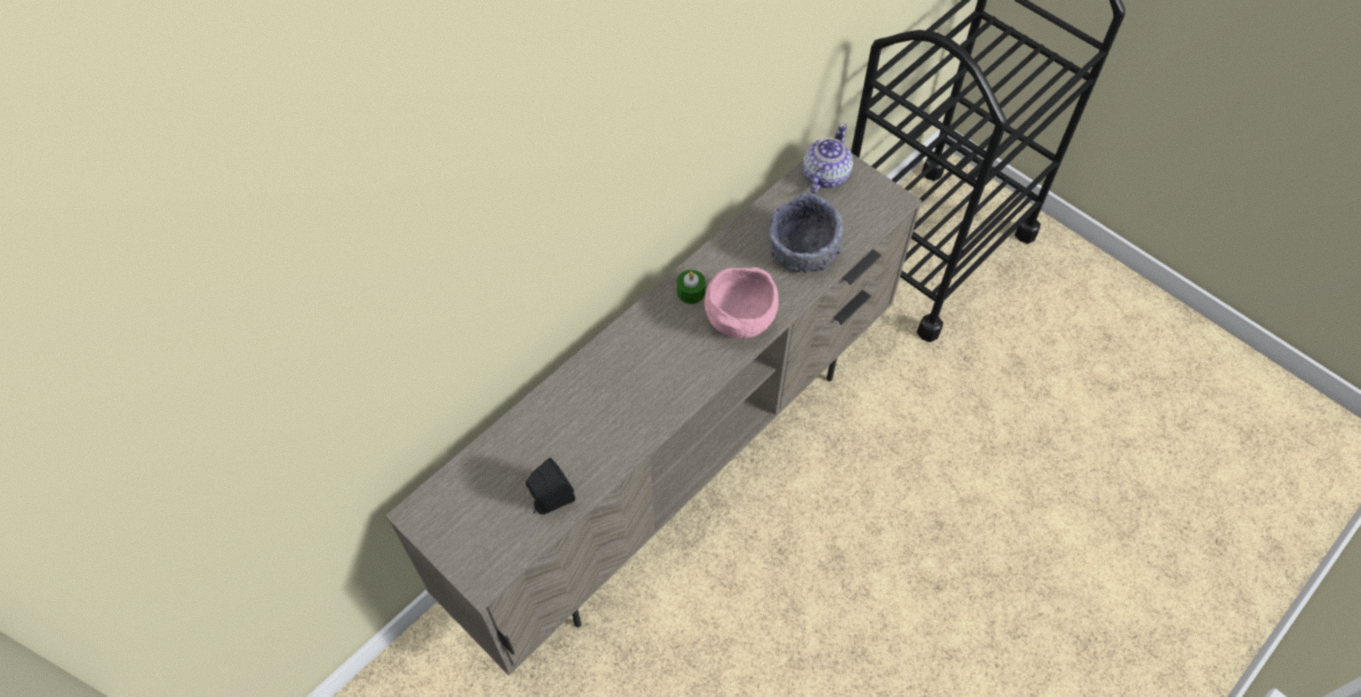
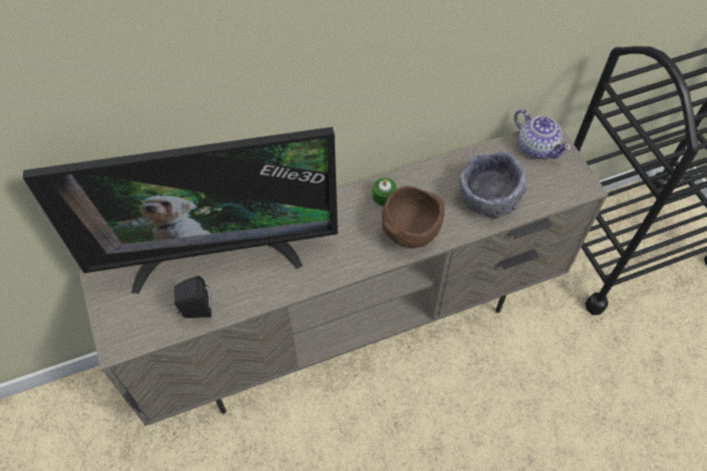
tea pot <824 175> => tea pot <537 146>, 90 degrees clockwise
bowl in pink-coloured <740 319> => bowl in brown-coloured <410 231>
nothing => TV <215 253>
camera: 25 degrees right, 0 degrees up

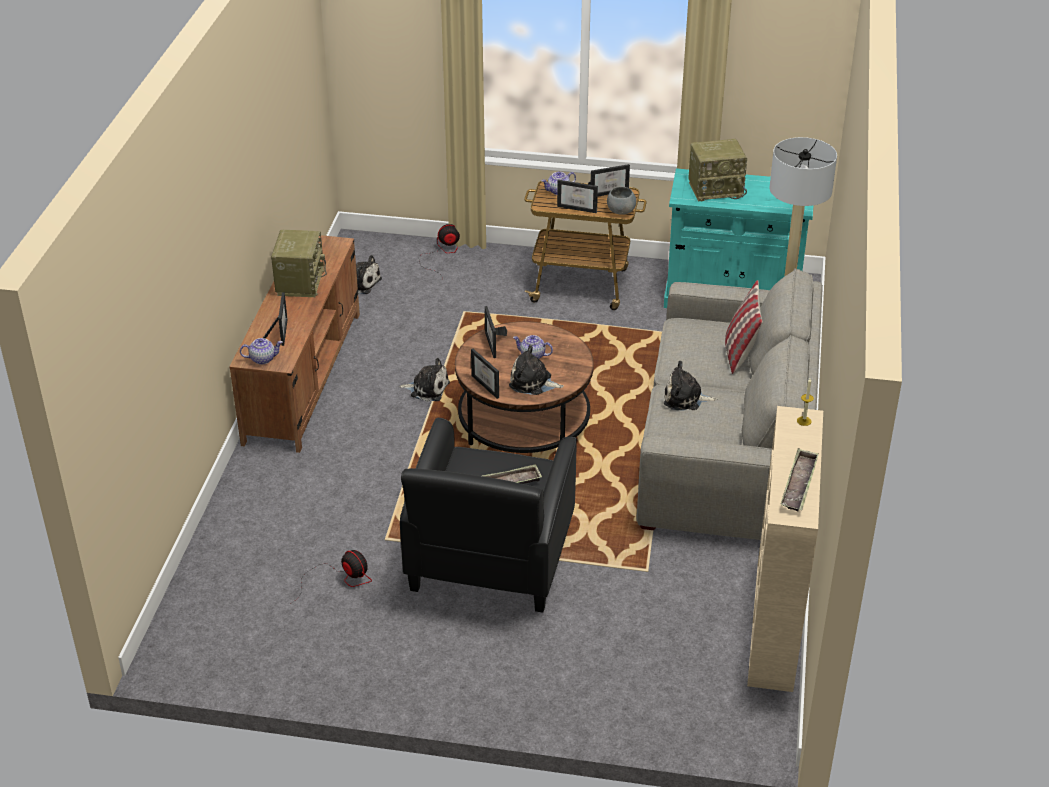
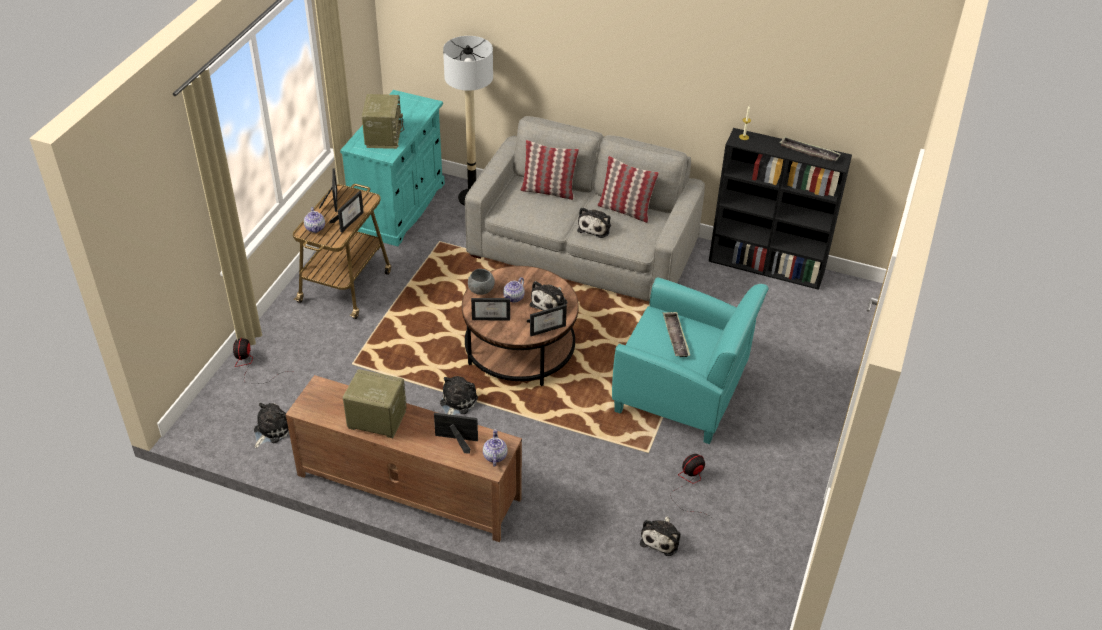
bowl in gray <620 211> => bowl in gray <481 290>, relocated
shelving unit in beige <774 627> => shelving unit in blackish <767 266>
easy chair in blackish <490 559> => easy chair in turquoise-coloured <681 393>
nothing => cushion <625 210>
nothing => plush toy <661 538>
camera: 80 degrees left, 5 degrees up

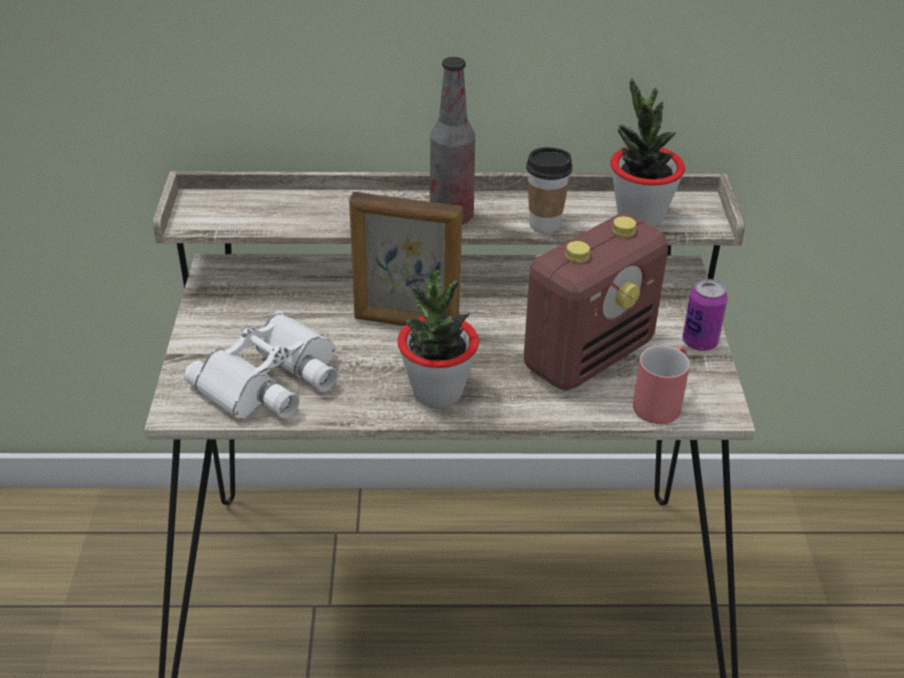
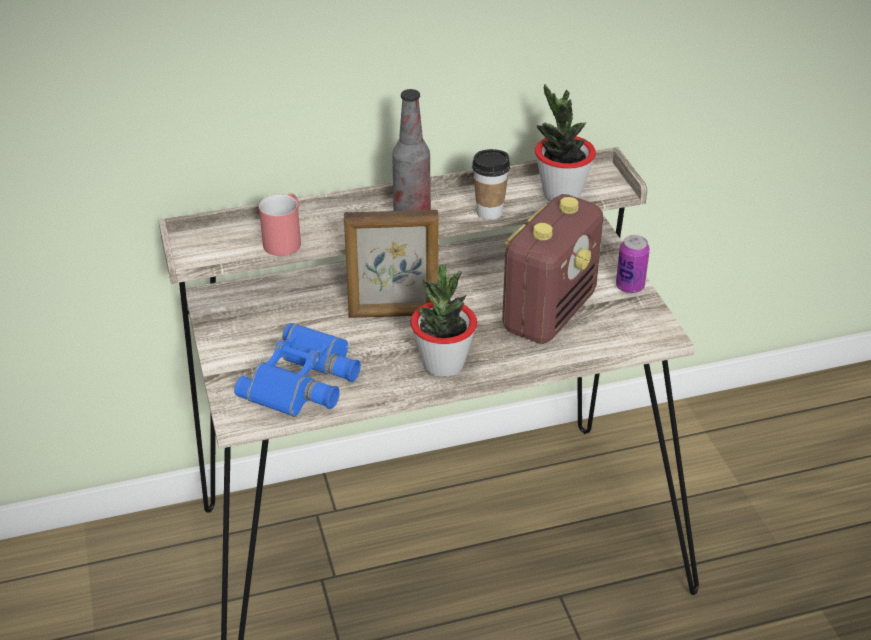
pair of binoculars in whitish <272 380> => pair of binoculars in bluish <305 380>
coffee mug in red <662 400> => coffee mug in red <286 239>, relocated
camera: 15 degrees left, 0 degrees up

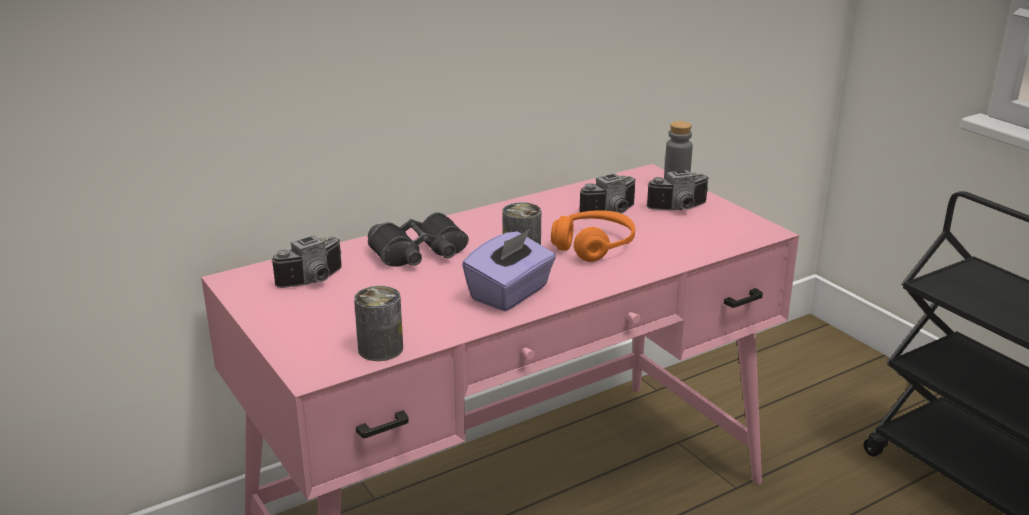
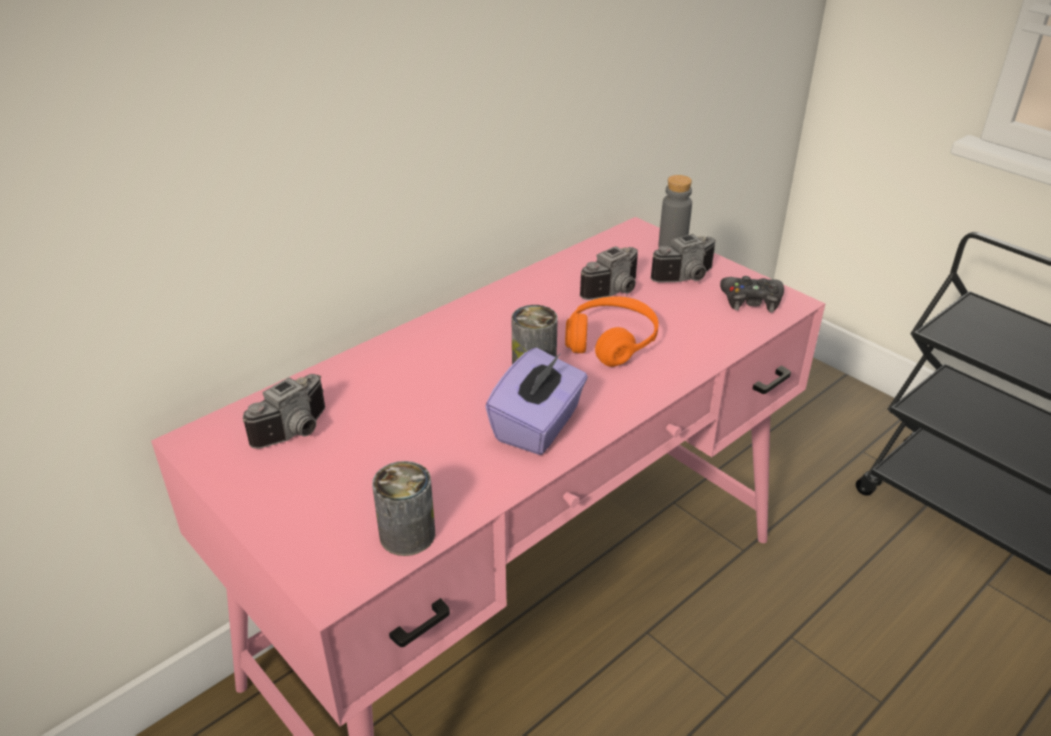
pair of binoculars in blackish <419 253> => nothing
nothing => gamepad in blackish <751 301>
camera: 10 degrees left, 10 degrees up

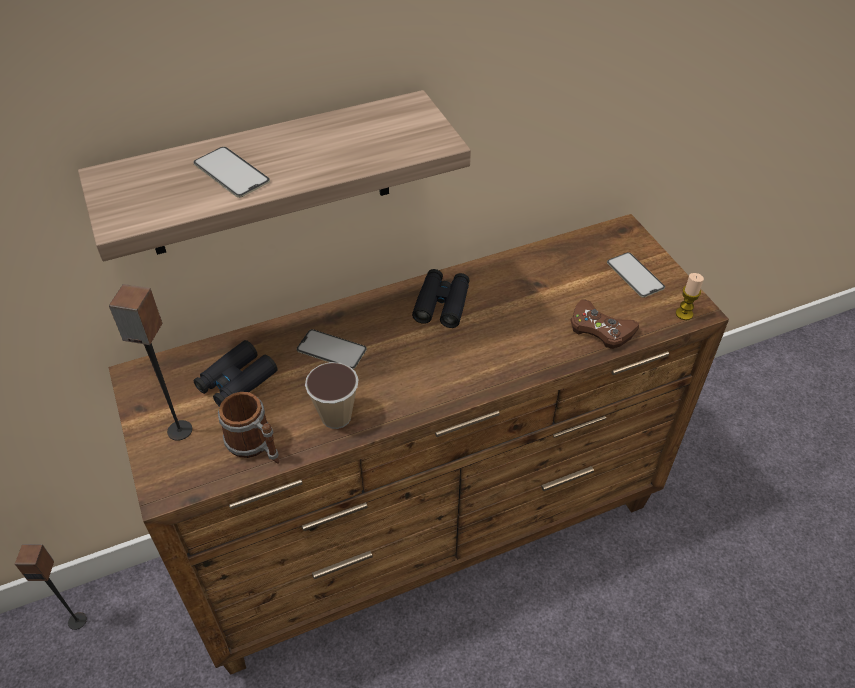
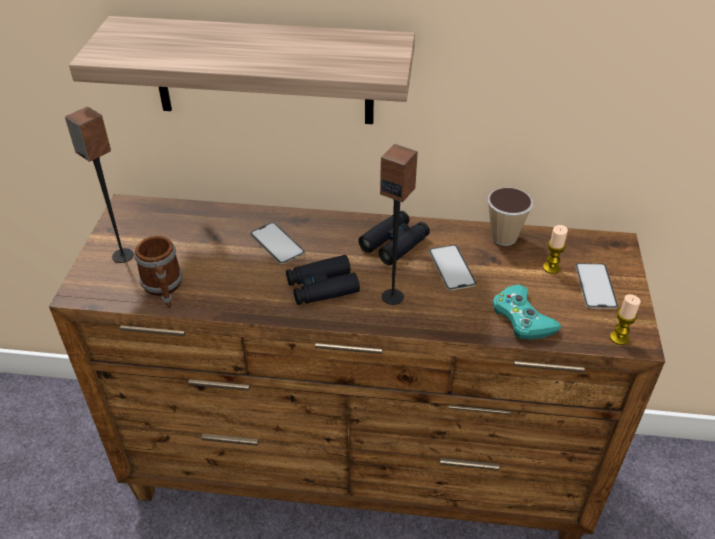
handset <231 172> => handset <452 267>, relocated
gamepad in brown-coloured <600 329> => gamepad in turquoise-coloured <522 318>
pair of binoculars in blackish <236 381> => pair of binoculars in blackish <322 287>, relocated
cup <336 417> => cup <504 237>, relocated
loudspeaker <77 620> => loudspeaker <393 296>, relocated
nothing => wax light <551 268>
camera: 30 degrees right, 5 degrees down

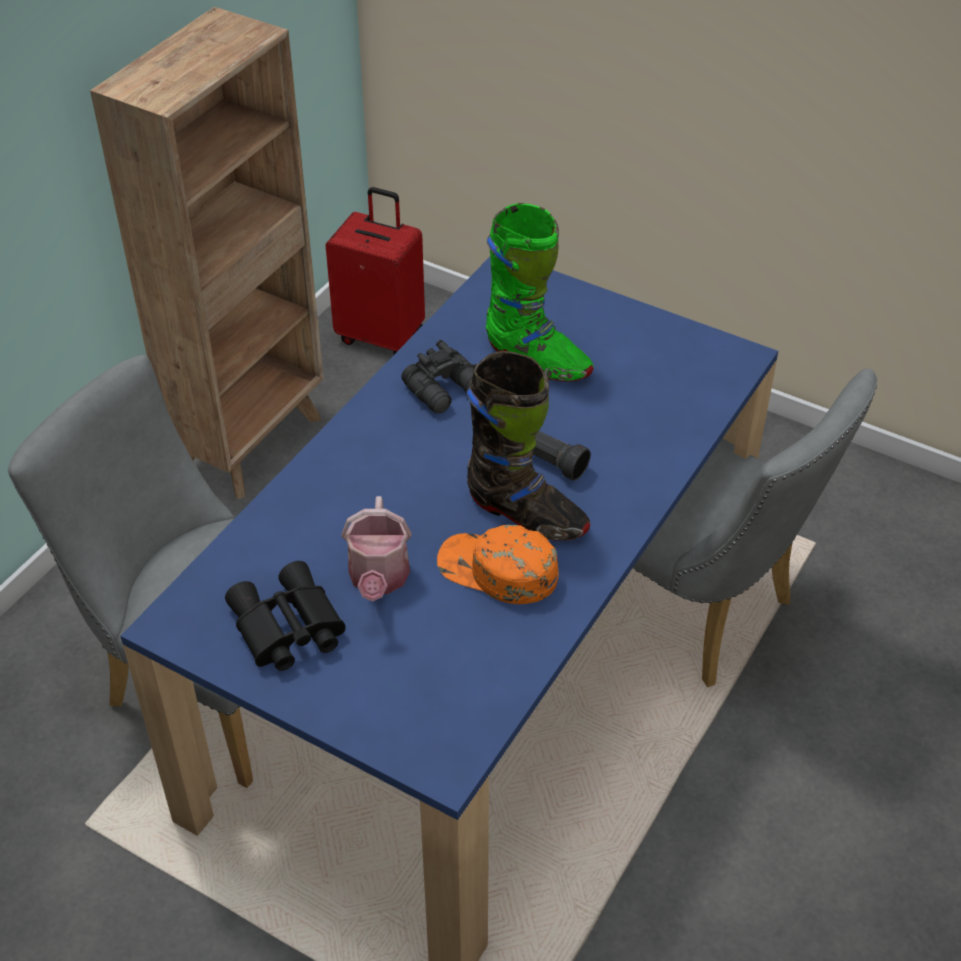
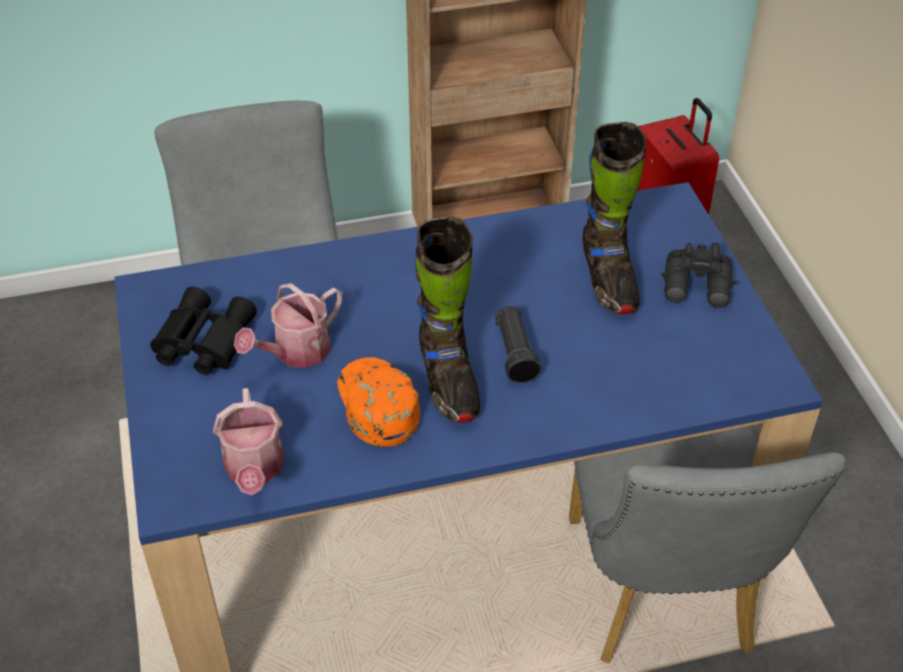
high-top boot in green <537 360> => high-top boot in blackish <608 280>
pair of binoculars in blackish <446 389> => pair of binoculars in blackish <698 288>, relocated
nothing => watering can <254 470>
camera: 45 degrees right, 0 degrees up

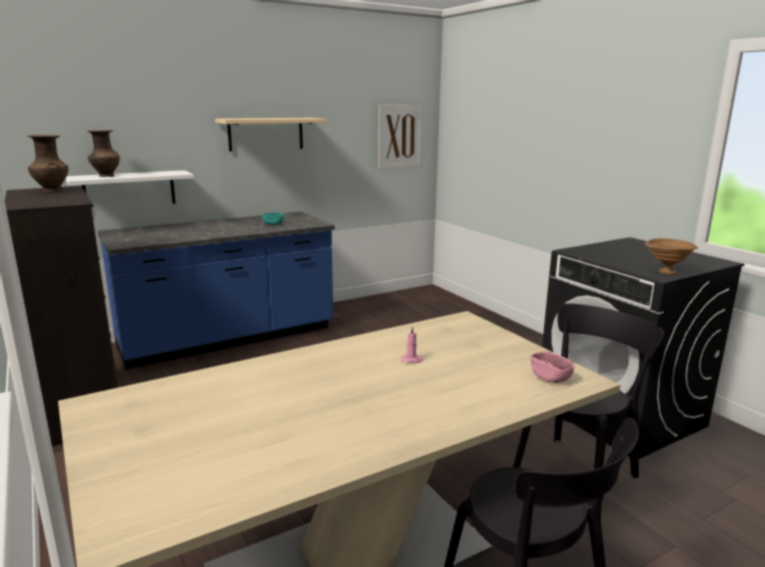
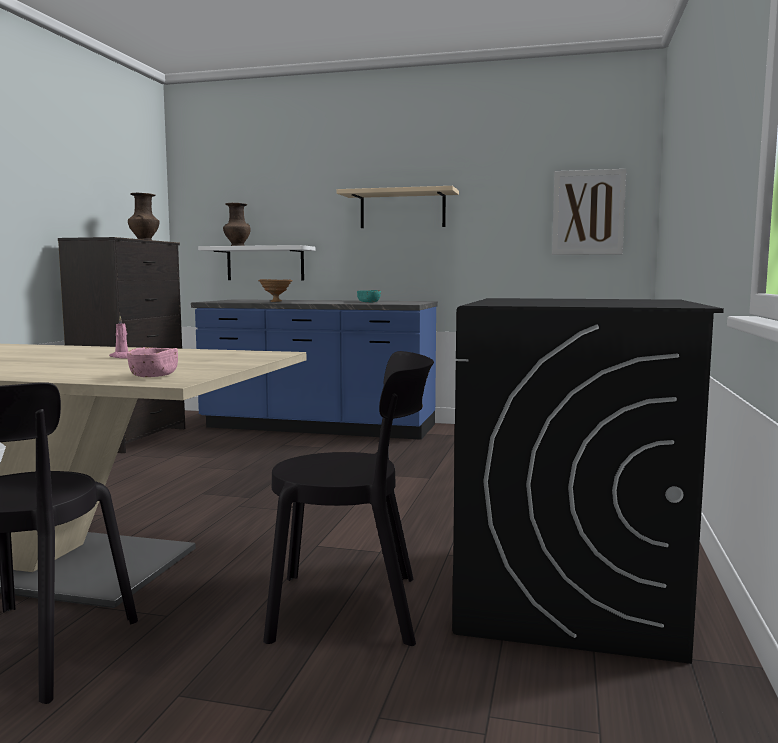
bowl in brown-coloured <666 272> => bowl in brown-coloured <275 301>, relocated
camera: 45 degrees right, 10 degrees down

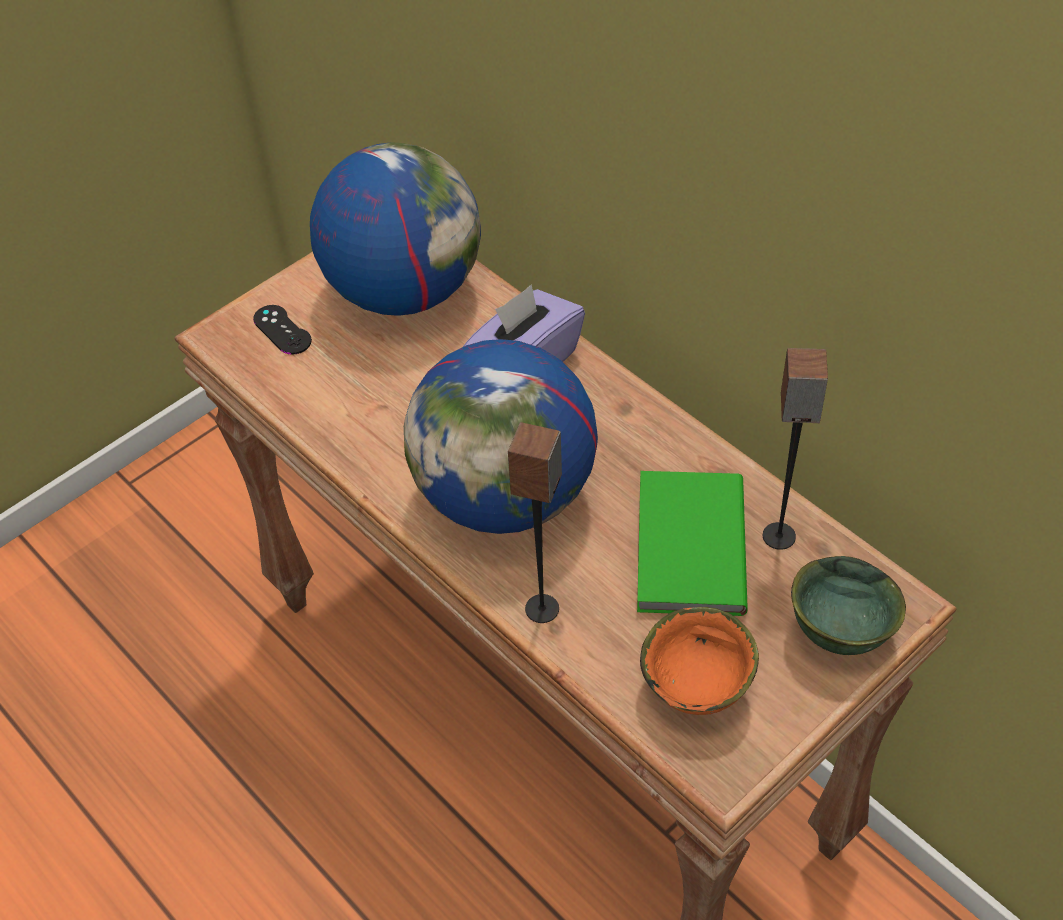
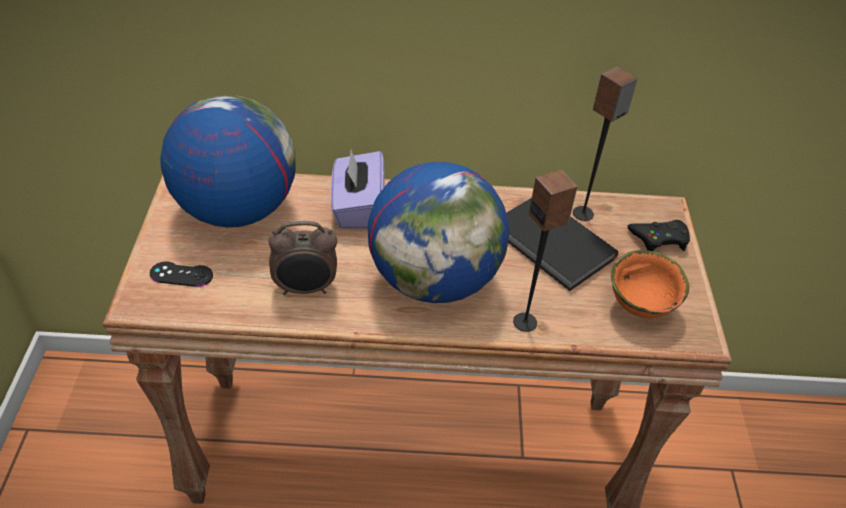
book in green <686 548> => book in blackish <552 246>
bowl in green <837 632> => gamepad in blackish <659 239>
nothing => bedside clock <305 289>
camera: 50 degrees left, 5 degrees down

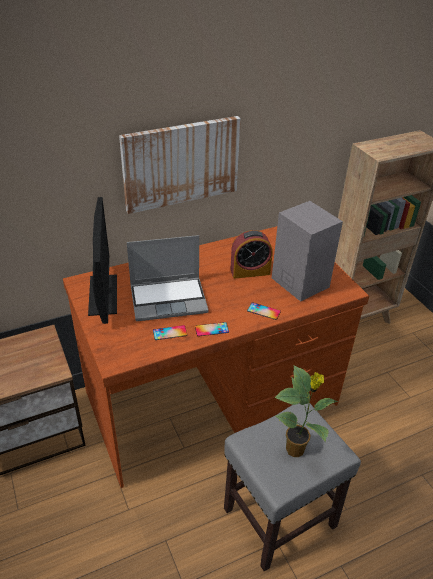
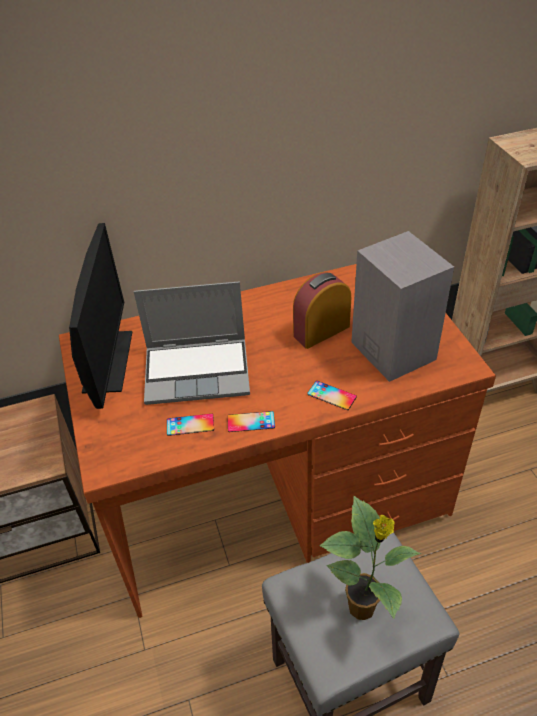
wall picture <181 163> => nothing
bedside clock <250 271> => bedside clock <321 331>, 150 degrees clockwise
camera: 10 degrees right, 5 degrees up

